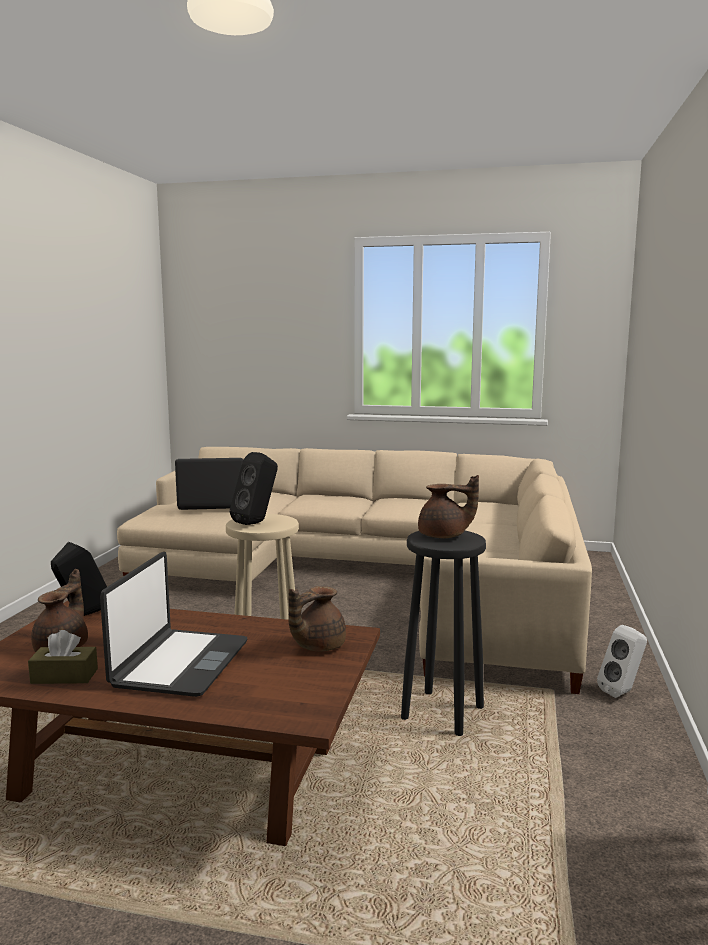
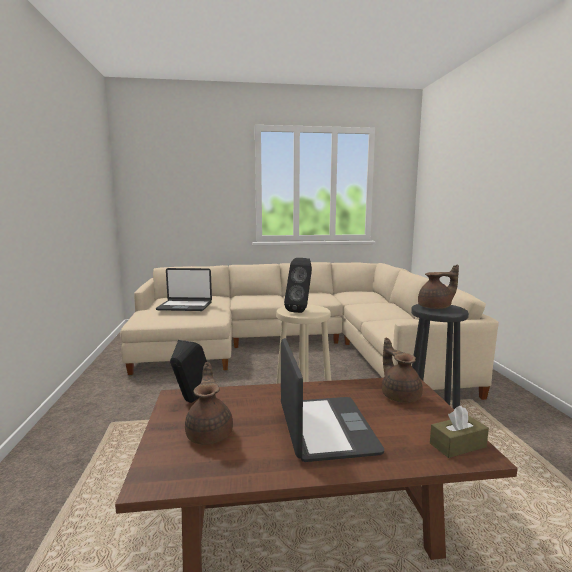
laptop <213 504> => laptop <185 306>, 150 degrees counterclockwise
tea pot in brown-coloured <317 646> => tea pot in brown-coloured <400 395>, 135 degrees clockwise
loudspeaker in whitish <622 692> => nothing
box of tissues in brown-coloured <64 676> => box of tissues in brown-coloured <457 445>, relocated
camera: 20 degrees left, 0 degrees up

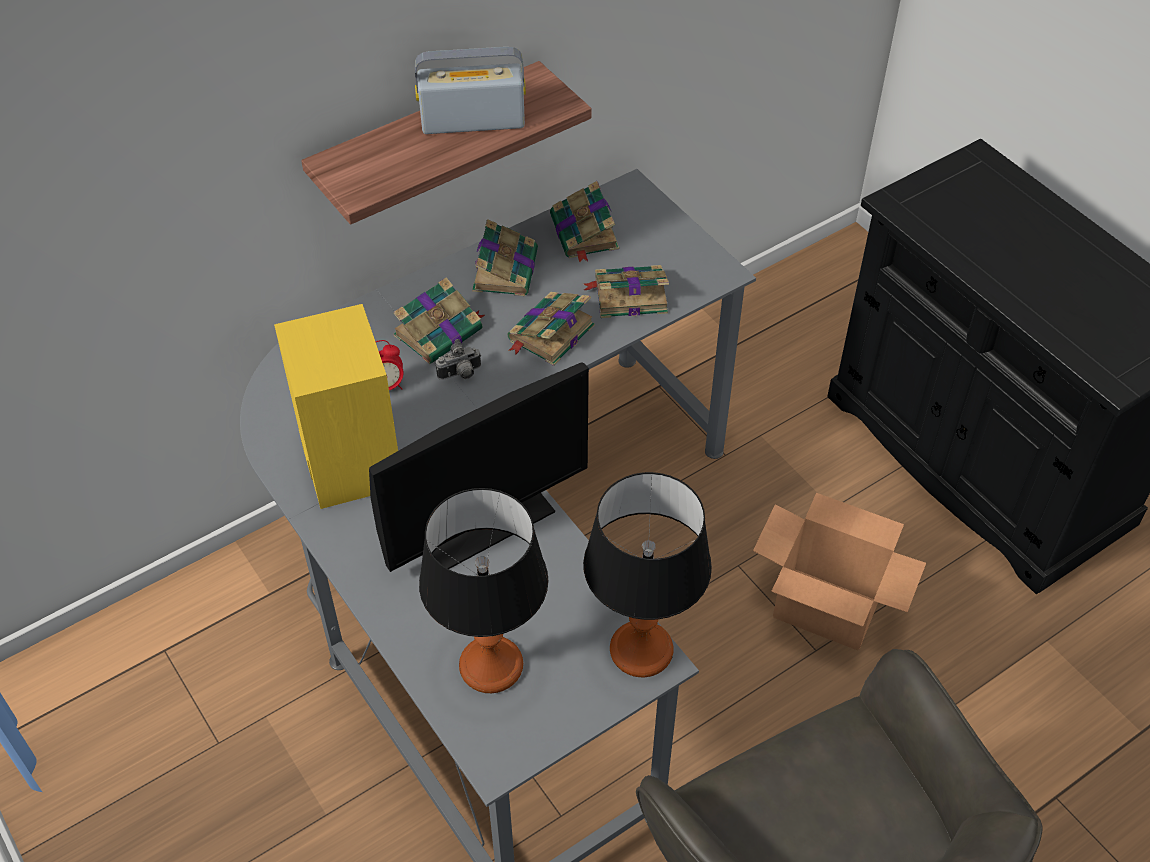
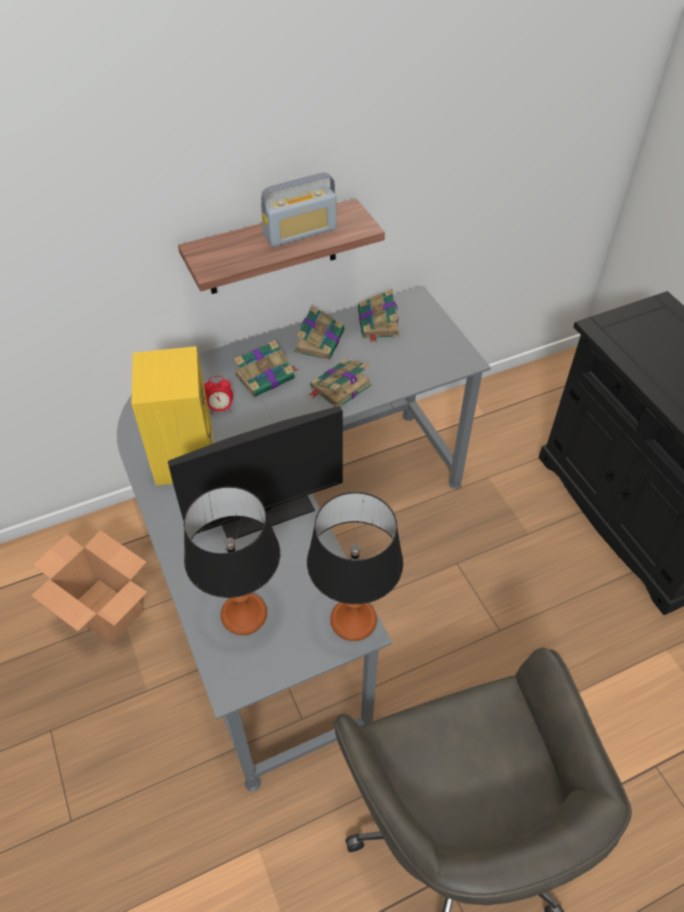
radio <472 121> => radio <300 232>, 150 degrees clockwise
book <628 295> => nothing
photo camera <460 374> => nothing
carton <827 609> => carton <106 611>, relocated
camera: 10 degrees right, 0 degrees up

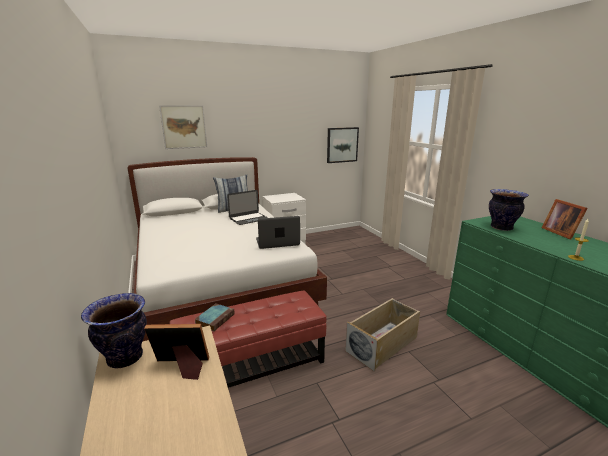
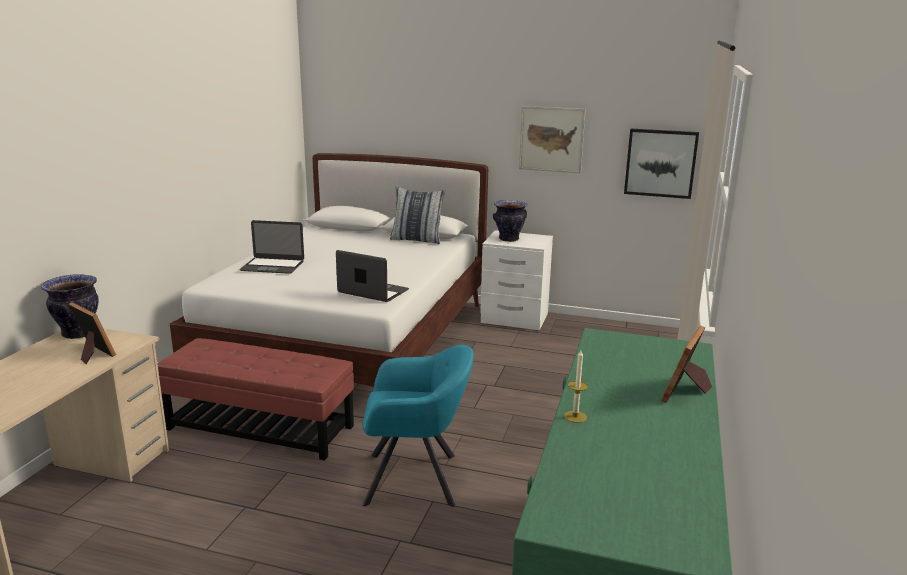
wall picture <184 127> => wall picture <551 139>, relocated
flower vase <502 228> => flower vase <509 239>, relocated
laptop <249 219> => laptop <272 266>, relocated
storage container in beige <382 344> => easy chair in turquoise-coloured <416 479>
book <215 319> => nothing
camera: 40 degrees right, 0 degrees up

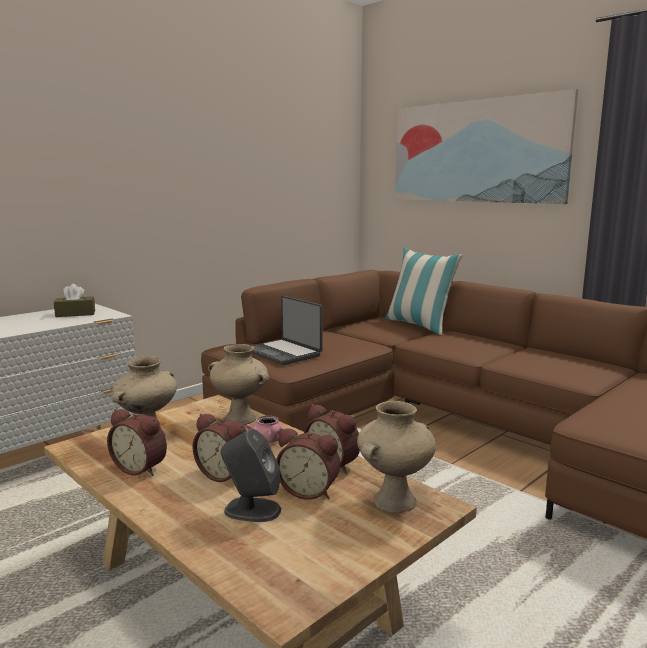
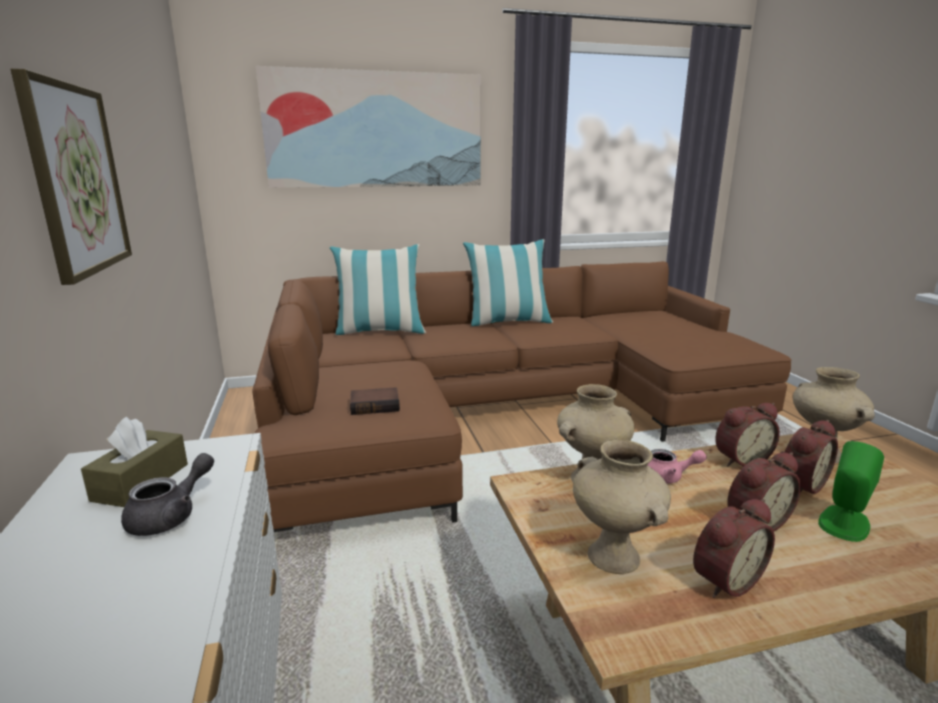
laptop <284 353> => book <375 405>
loudspeaker in gray <251 510> => loudspeaker in green <844 524>
nothing => wall picture <76 180>
nothing => cushion <508 322>
nothing => tea pot in gray <171 516>
camera: 60 degrees left, 5 degrees up

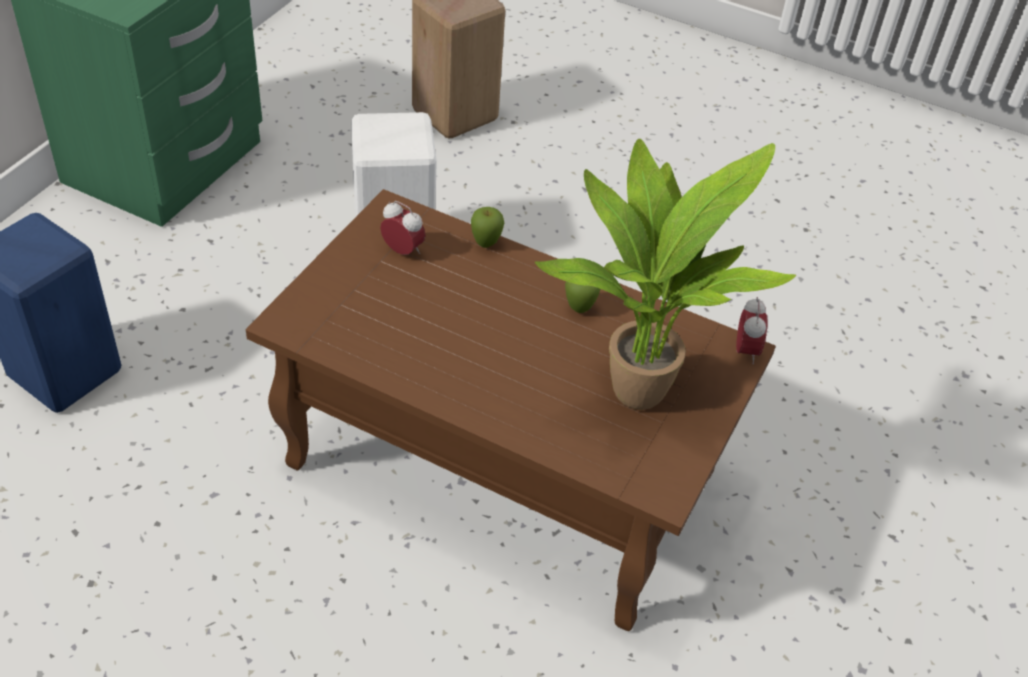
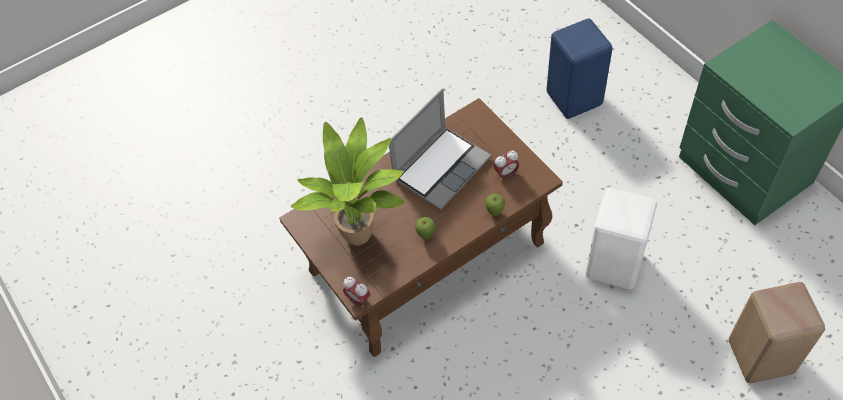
nothing => laptop <441 167>
camera: 125 degrees right, 10 degrees up

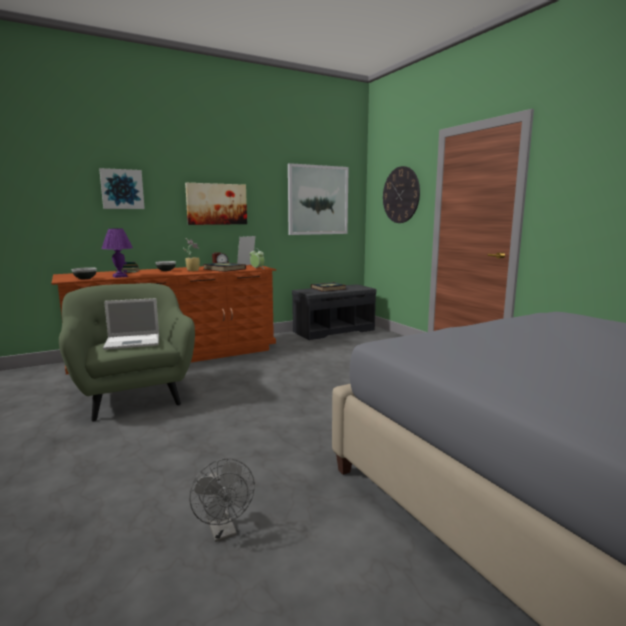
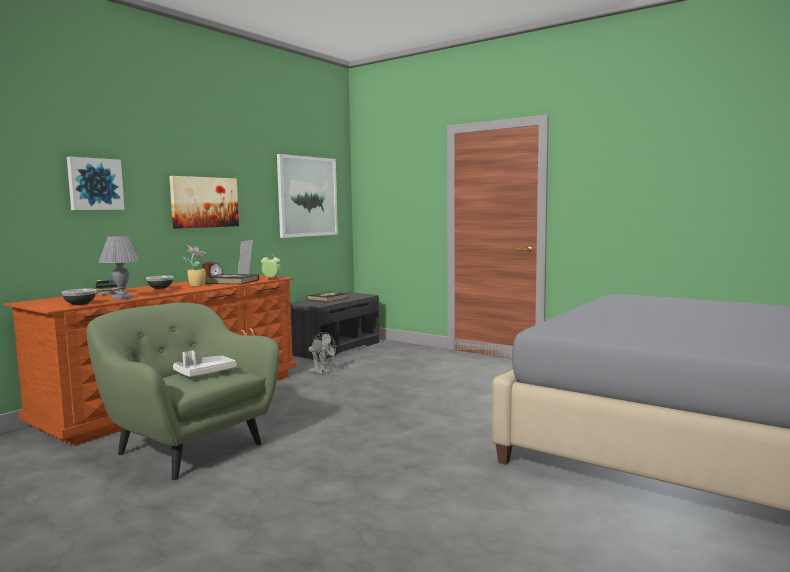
hanging clock <401 195> => nothing
lamp for a table in purple-coloured <119 276> => lamp for a table in gray <122 298>
laptop <134 342> => serving tray in gray <205 373>
electric fan in gray <223 531> => electric fan in gray <322 372>, relocated
camera: 25 degrees left, 5 degrees down

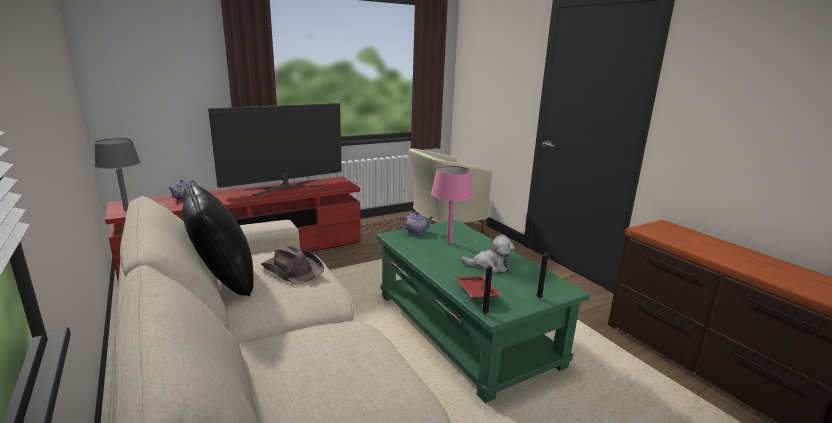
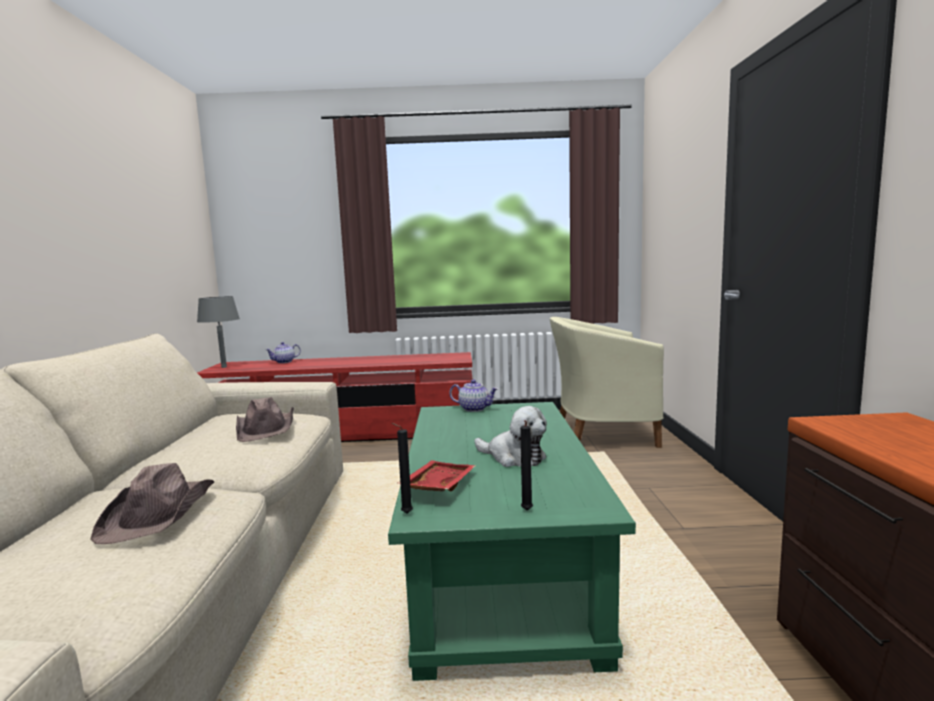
TV <285 187> => nothing
lamp for a table in pink-coloured <449 242> => nothing
cushion in blackish <223 281> => nothing
nothing => clothing hat in brown-coloured <160 512>
camera: 30 degrees right, 10 degrees down

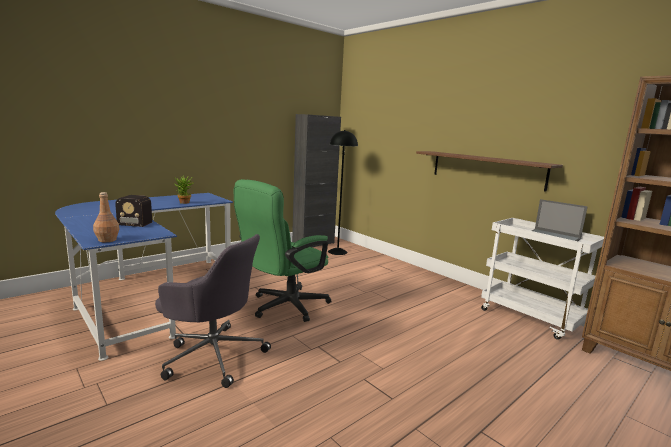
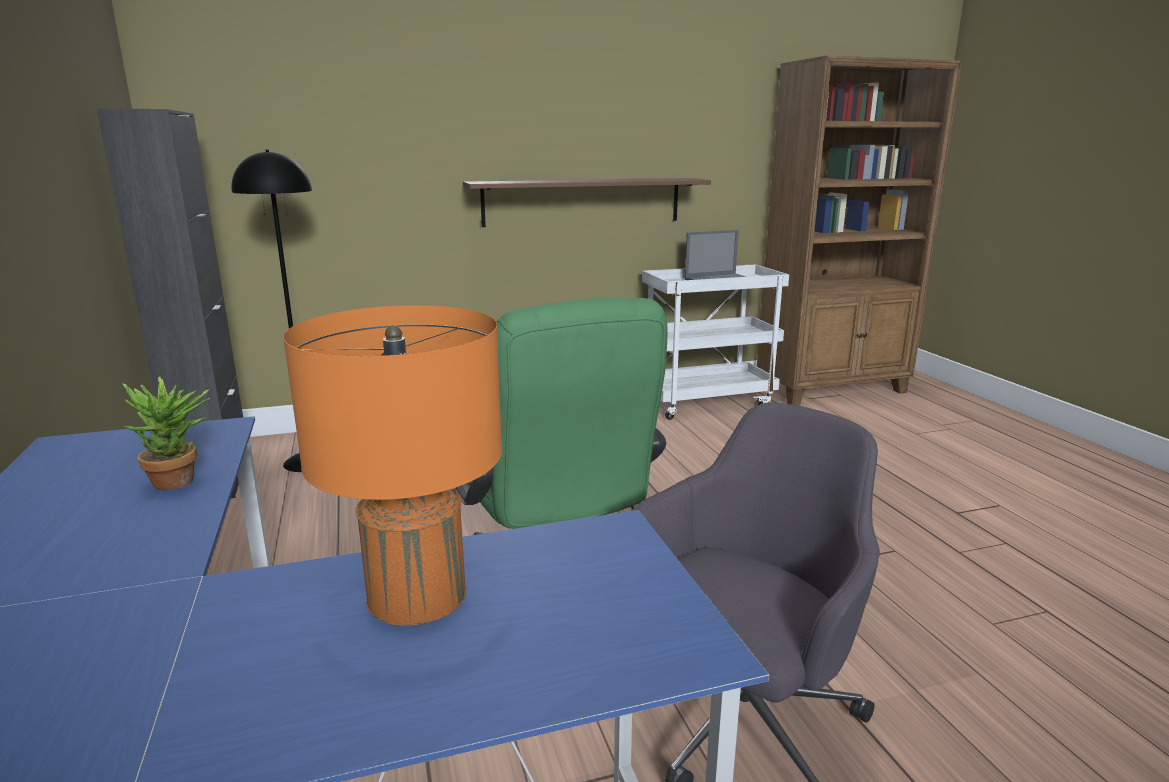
bottle in brown-coloured <107 240> => nothing
radio <126 222> => lamp for a table in orange-coloured <417 594>
camera: 65 degrees left, 5 degrees up

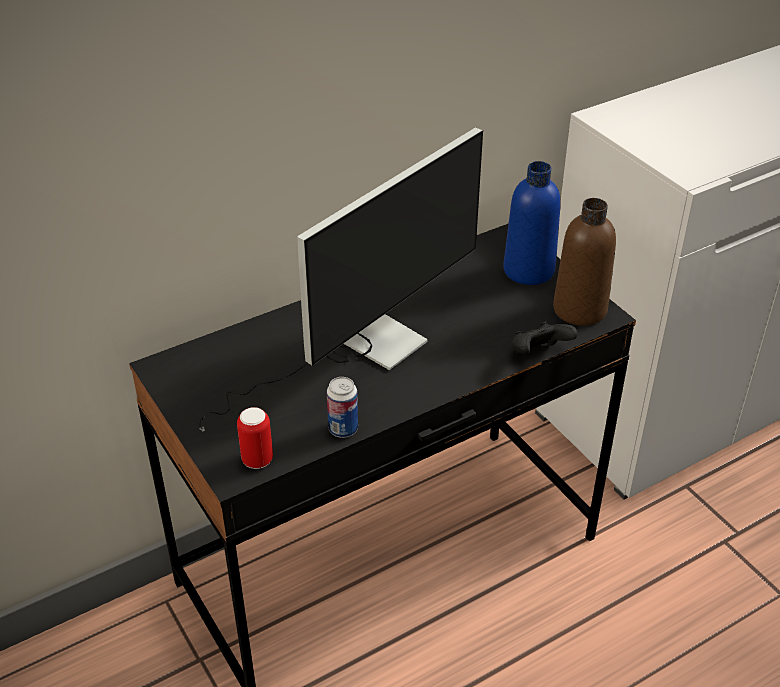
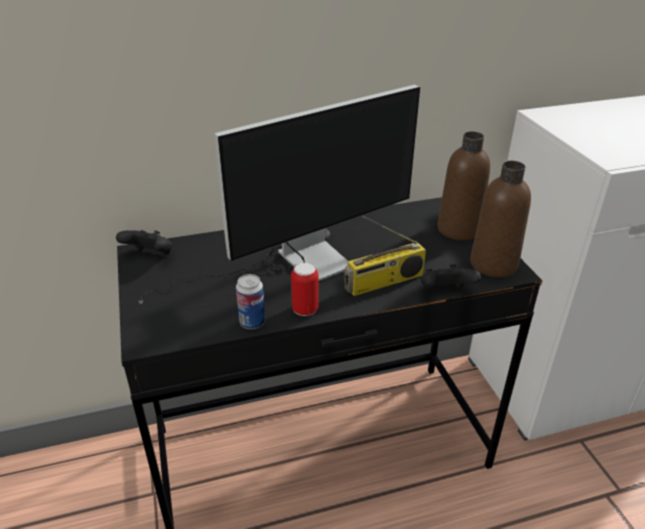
bottle in bluish <528 270> => bottle in brown-coloured <458 229>
metal can <257 459> => metal can <305 309>, relocated
nothing => radio <384 282>
nothing => gamepad in blackish <150 256>
camera: 15 degrees right, 5 degrees down

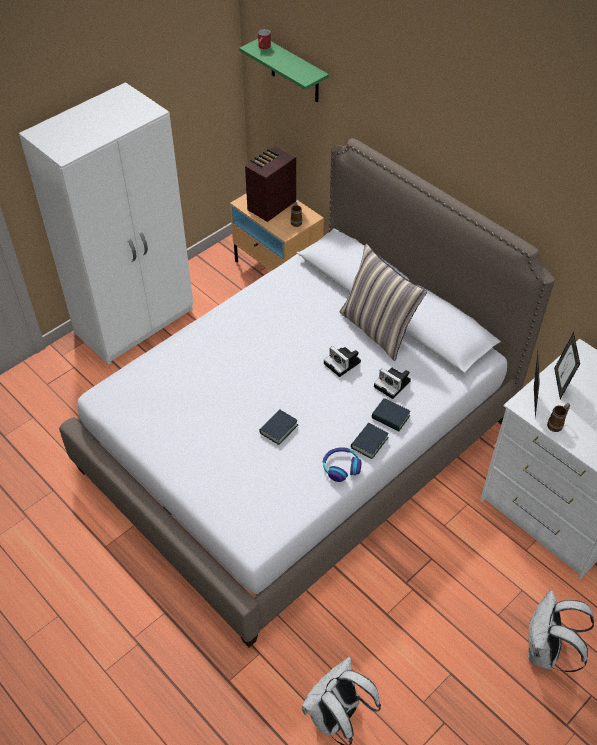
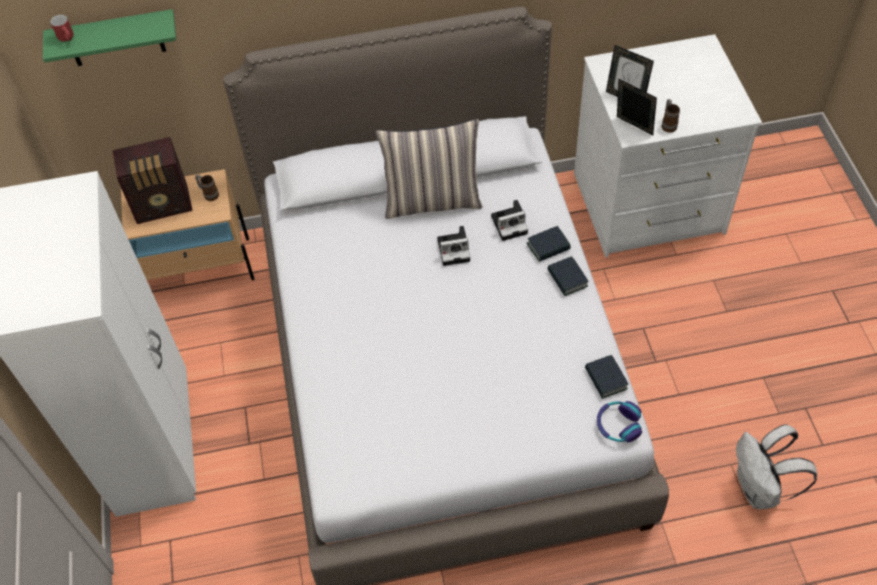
radio <270 206> => radio <164 205>, 90 degrees counterclockwise
book <278 429> => book <606 379>, relocated
pair of headphones <341 467> => pair of headphones <618 425>, relocated
backpack in whitish <545 651> => nothing
camera: 55 degrees left, 5 degrees up

